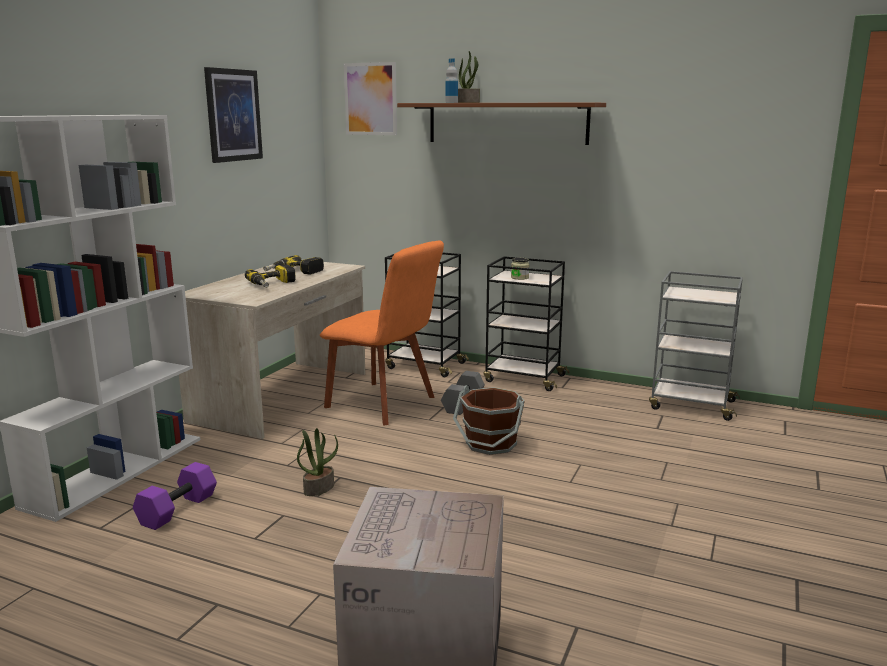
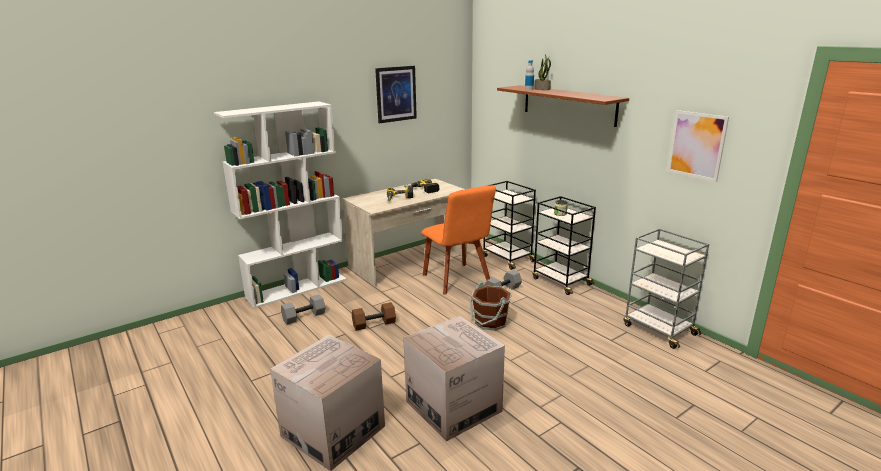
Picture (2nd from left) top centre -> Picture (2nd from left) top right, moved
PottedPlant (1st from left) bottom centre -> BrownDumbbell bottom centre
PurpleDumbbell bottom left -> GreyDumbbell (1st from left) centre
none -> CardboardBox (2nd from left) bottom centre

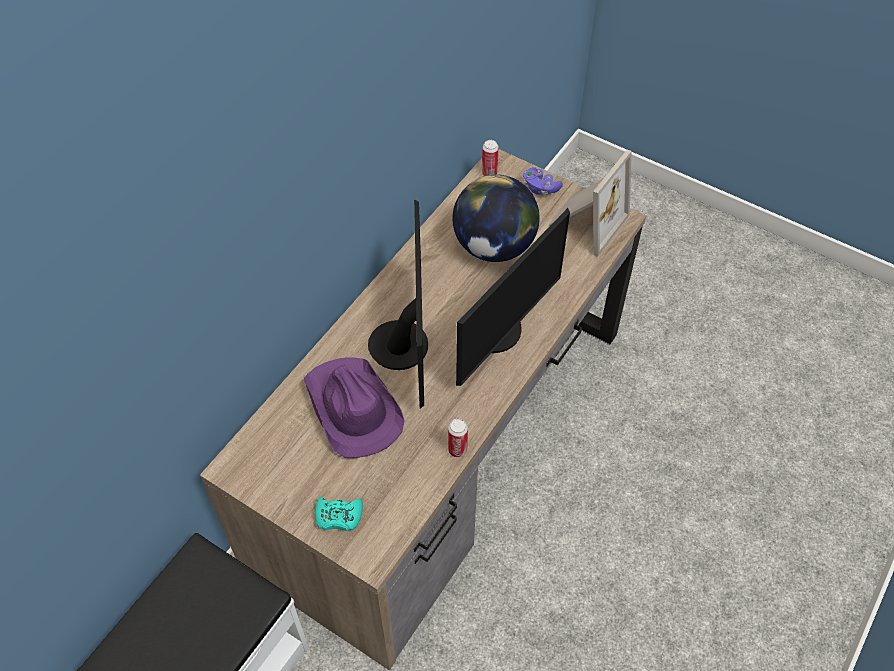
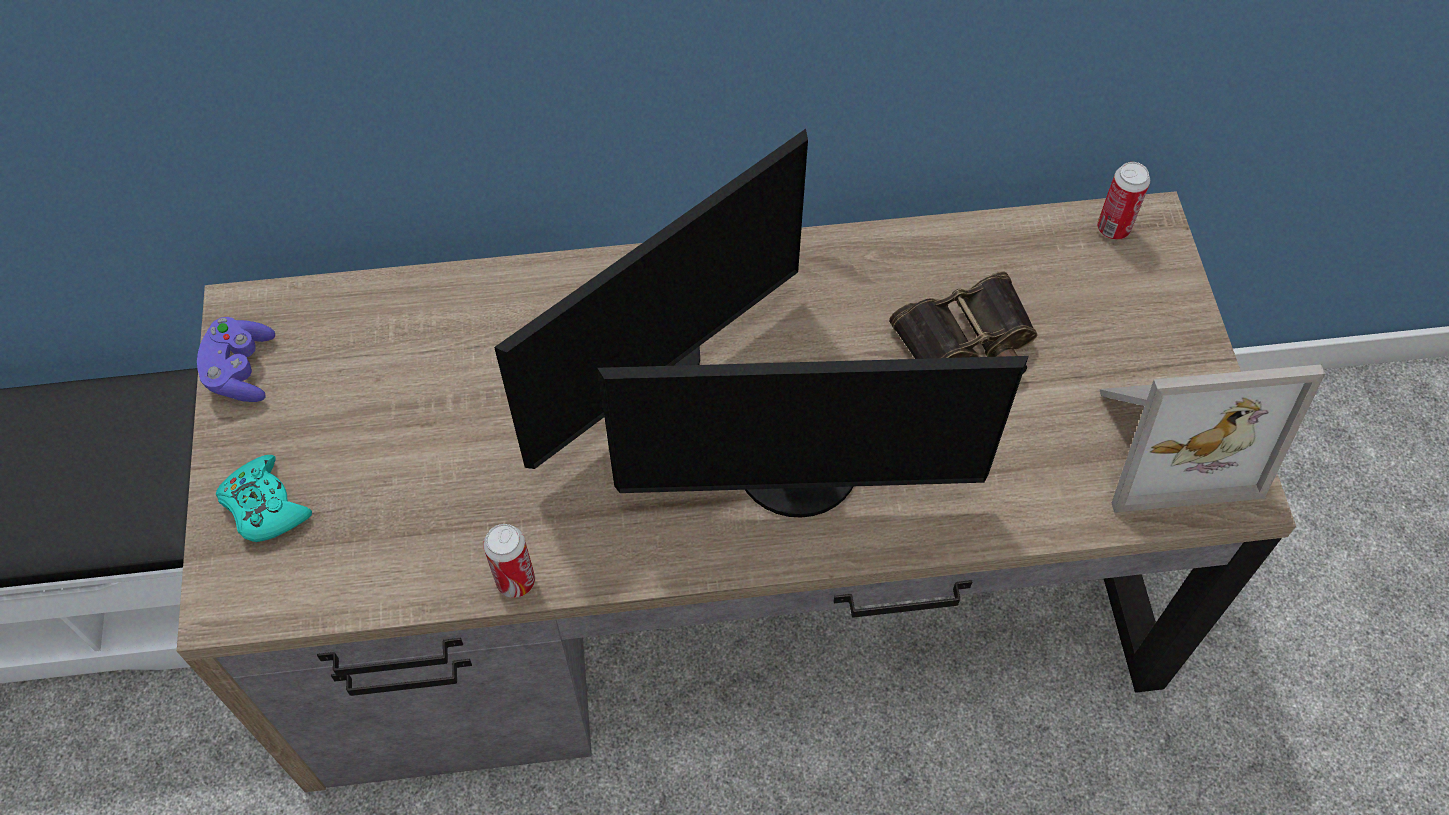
PurpleGameController top centre -> PurpleGameController middle left, moved
Globe top centre -> Binoculars centre
PurpleHat centre -> none

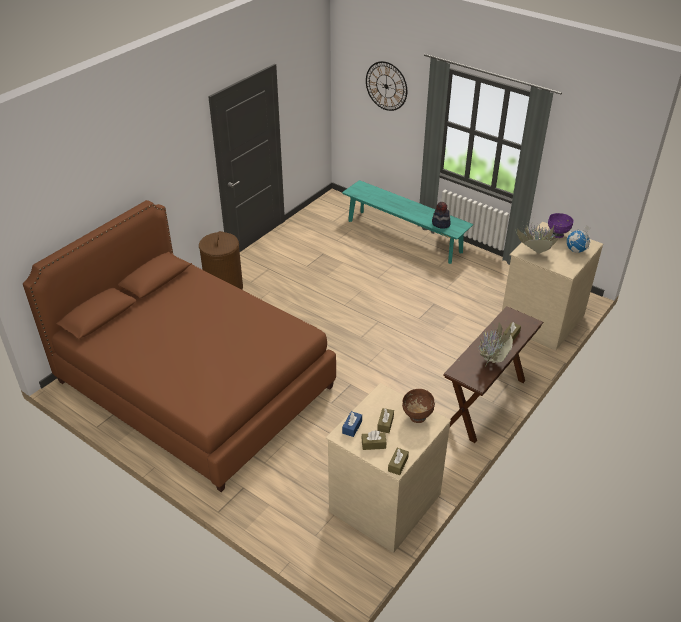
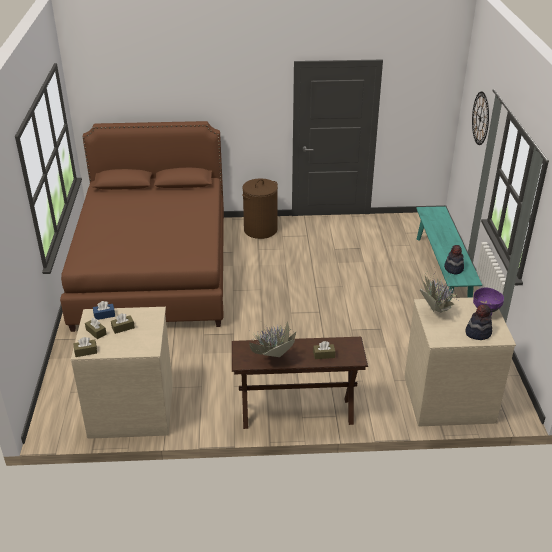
Globe middle right -> Hat (2nd from left) middle right
BrownBowl centre -> none

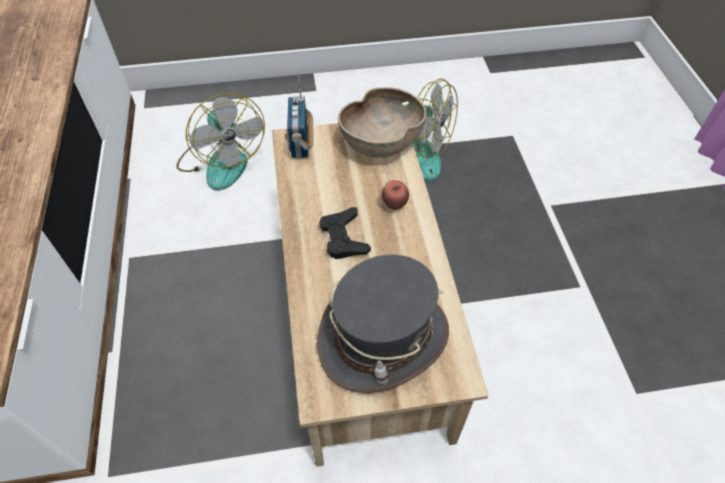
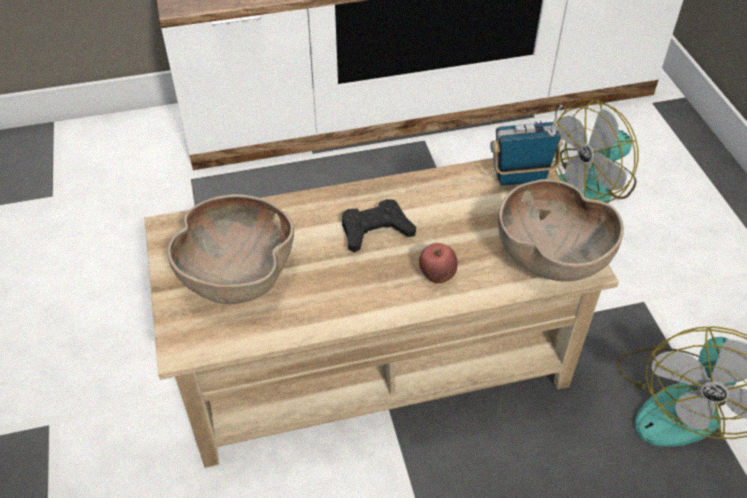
GreyHat bottom centre -> BrownBowl (1st from left) middle left

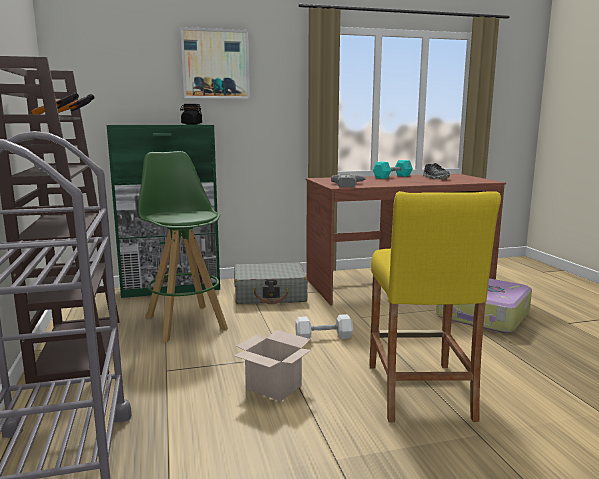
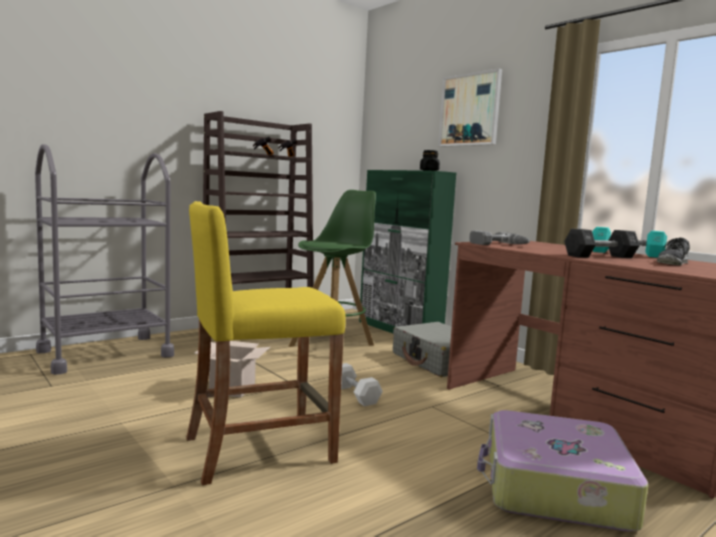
none -> BlackDumbbell middle right

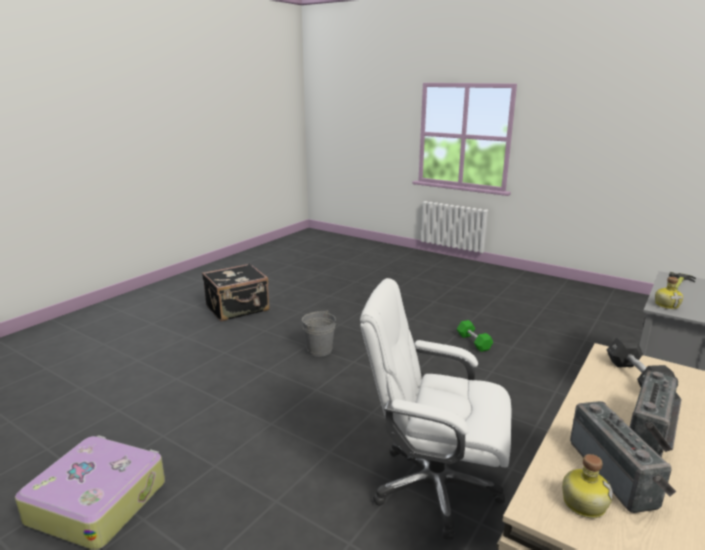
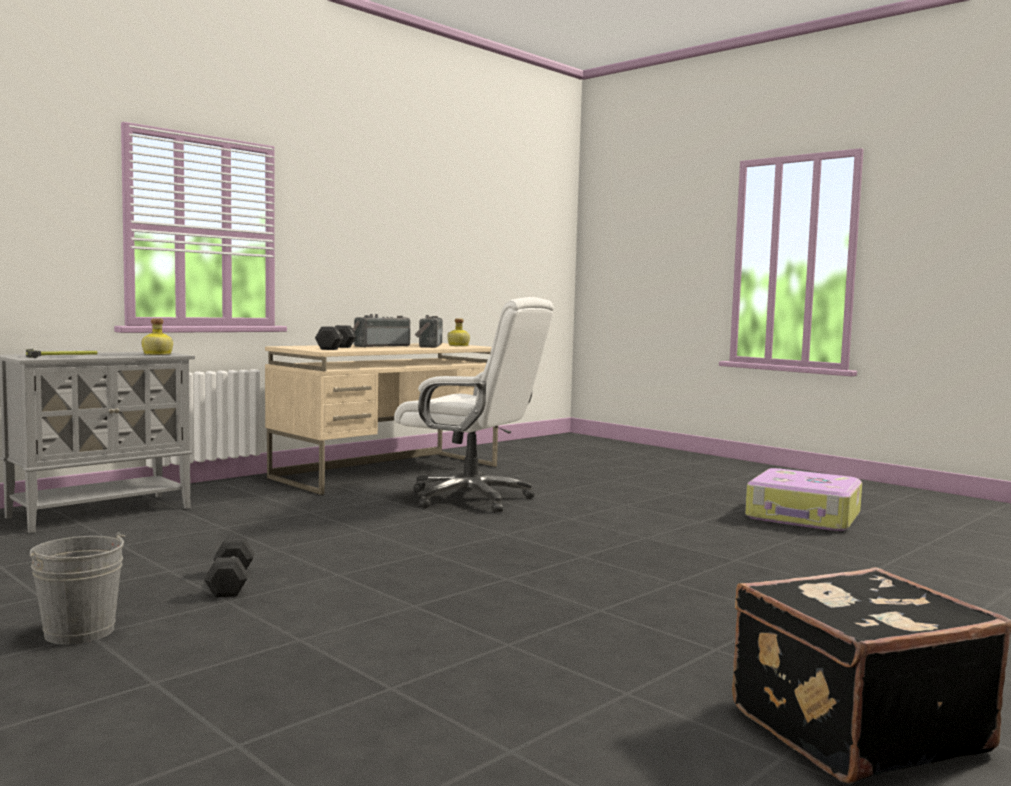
GreyBucket centre -> GreyBucket bottom left, moved
GreenDumbbell middle right -> BlackDumbbell (1st from left) bottom left

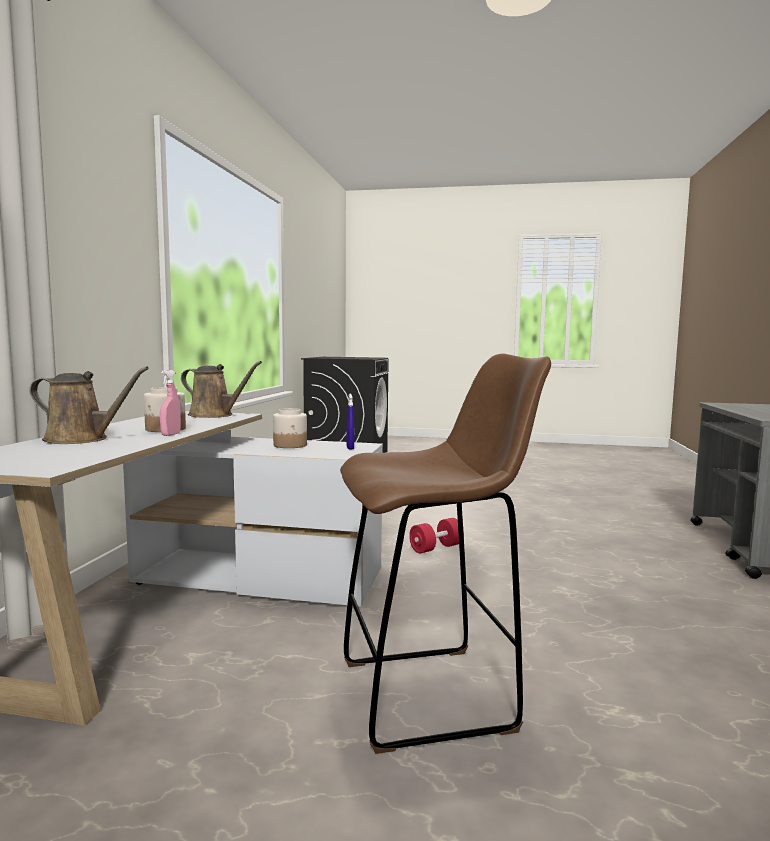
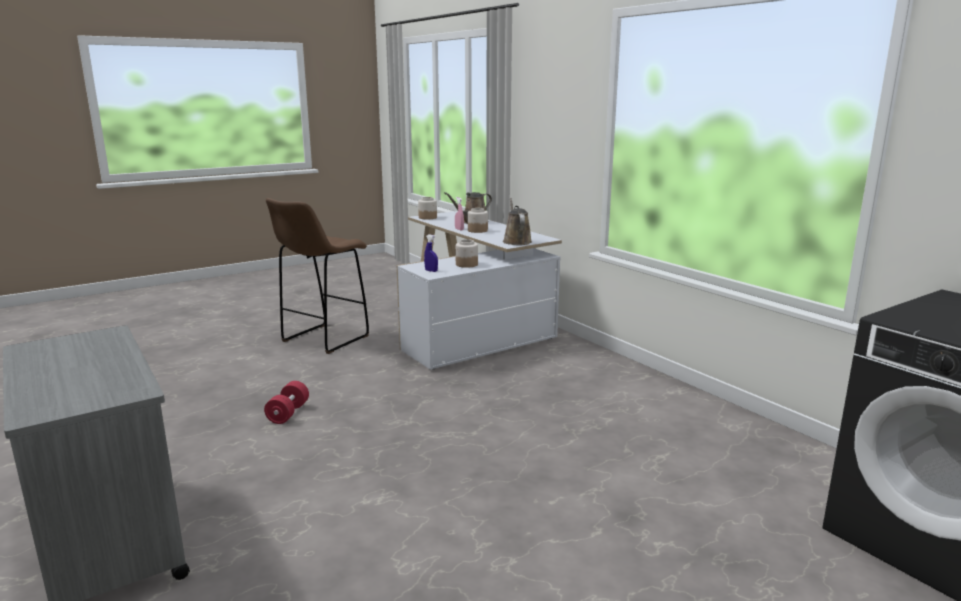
BrownWateringCan (2nd from left) middle left -> BrownWateringCan (2nd from left) centre, 105 degrees clockwise
RedDumbbell centre -> RedDumbbell bottom left, moved
none -> Jar (1st from left) centre

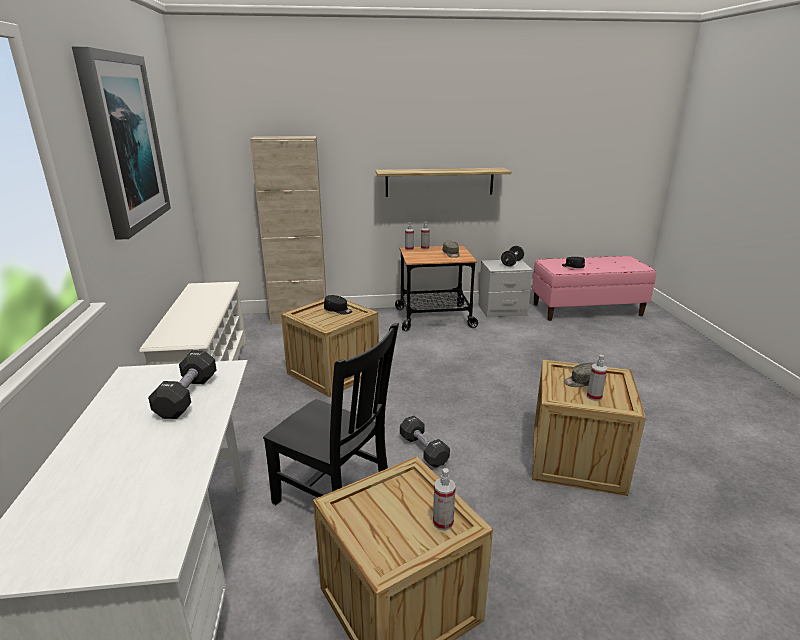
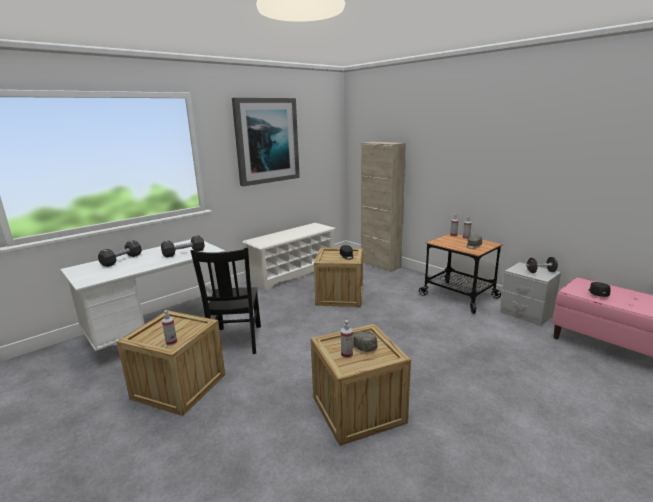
Shelf top centre -> none
BlackDumbbell (2nd from left in the first image) bottom centre -> BlackDumbbell (1st from left) middle left, moved

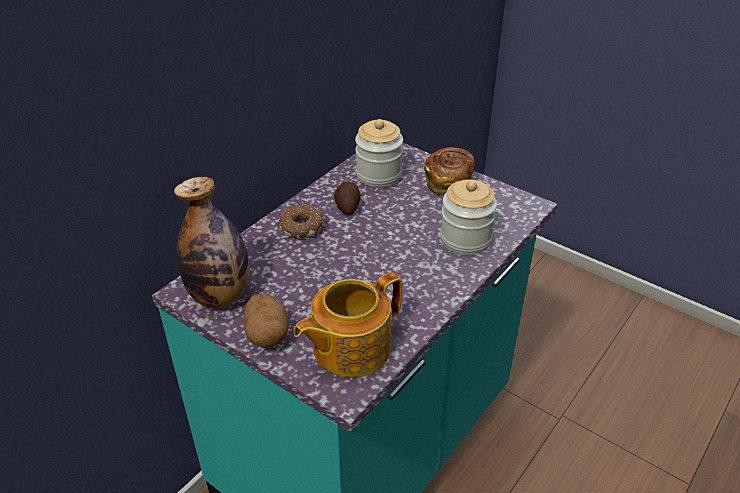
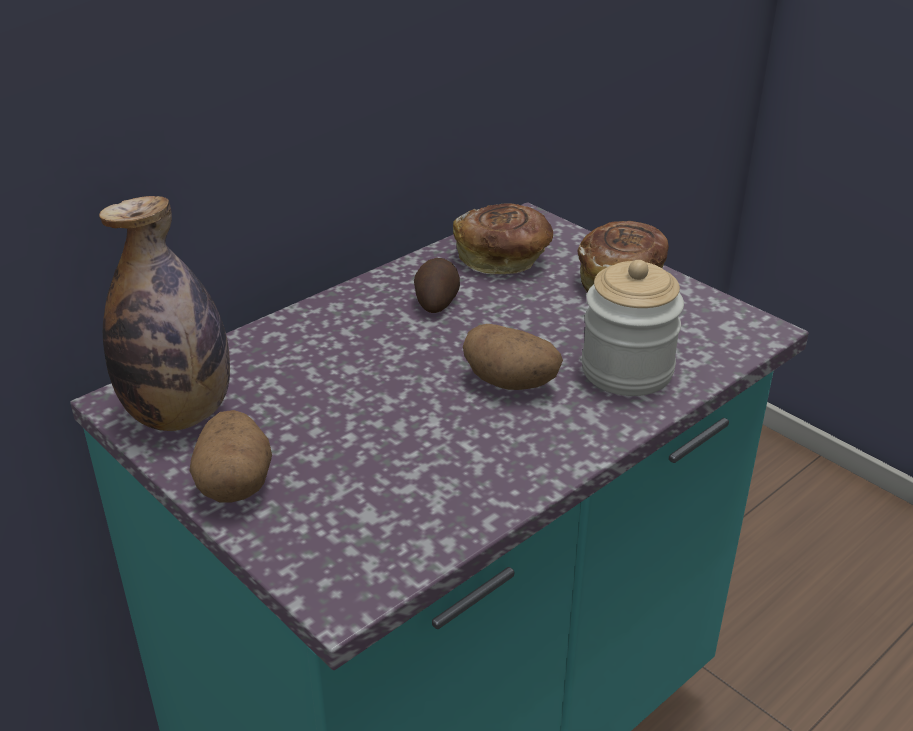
Jar (1st from left) top centre -> Bread (1st from left) top centre
Donut centre -> none
Teapot centre -> none
none -> Potato (3rd from left) centre

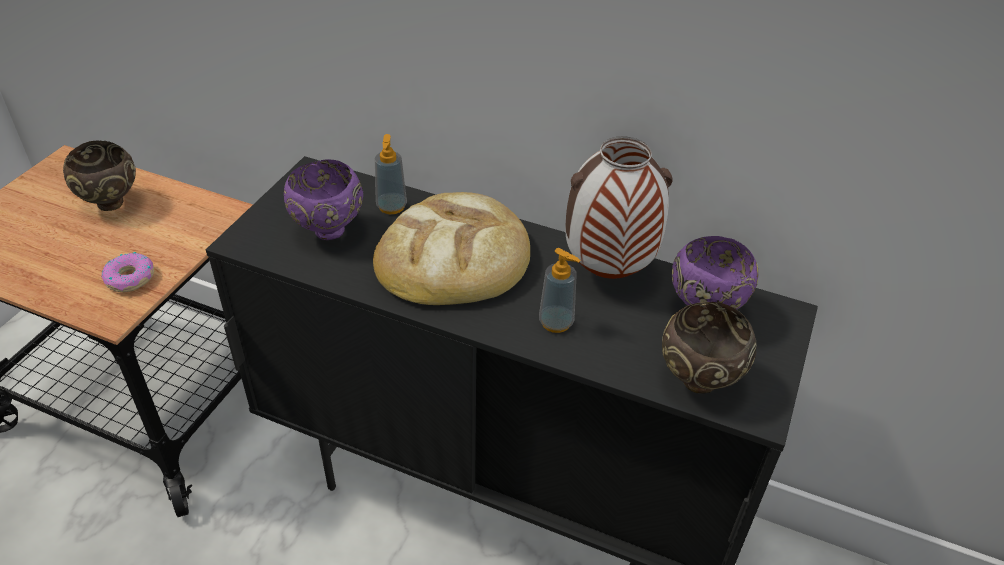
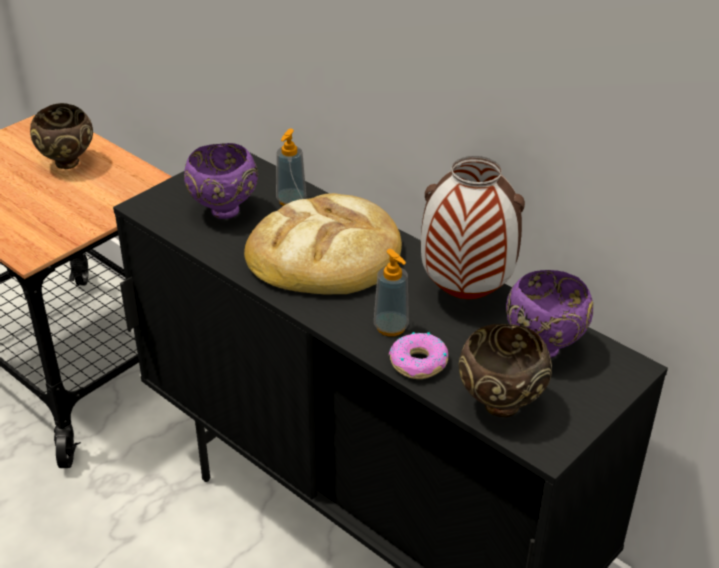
Donut middle left -> Donut centre, moved

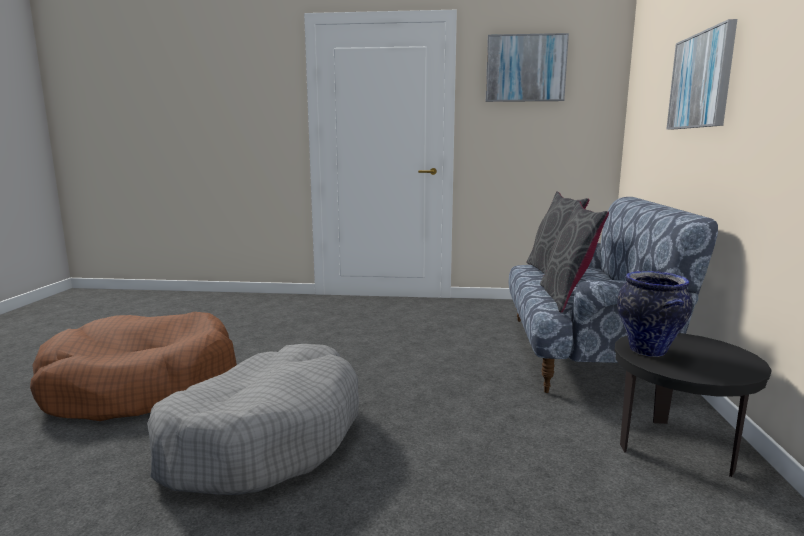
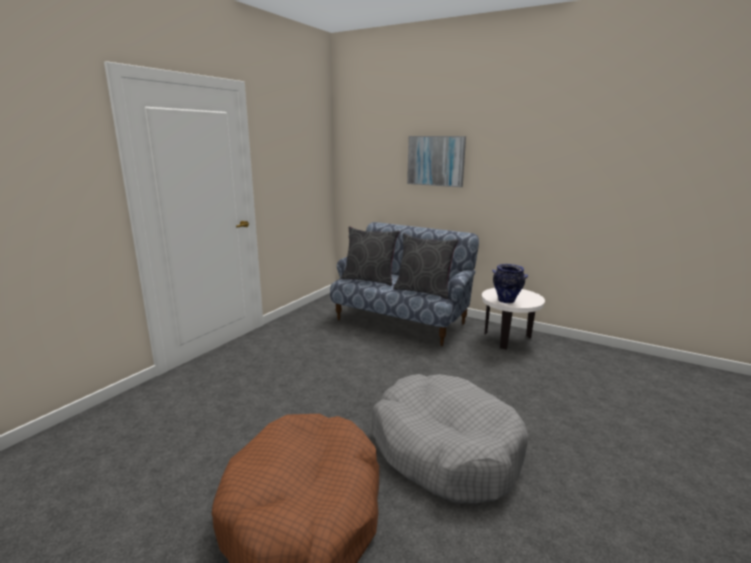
Picture (1st from left) top centre -> none
BlackSideTable bottom right -> WhiteSideTable middle right

